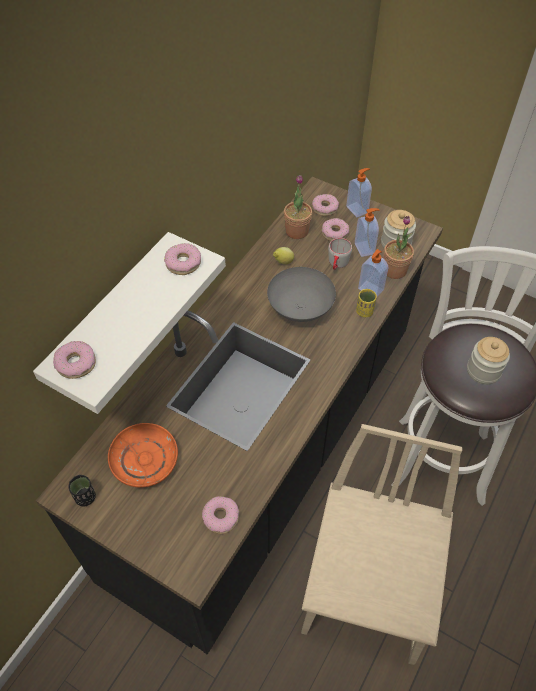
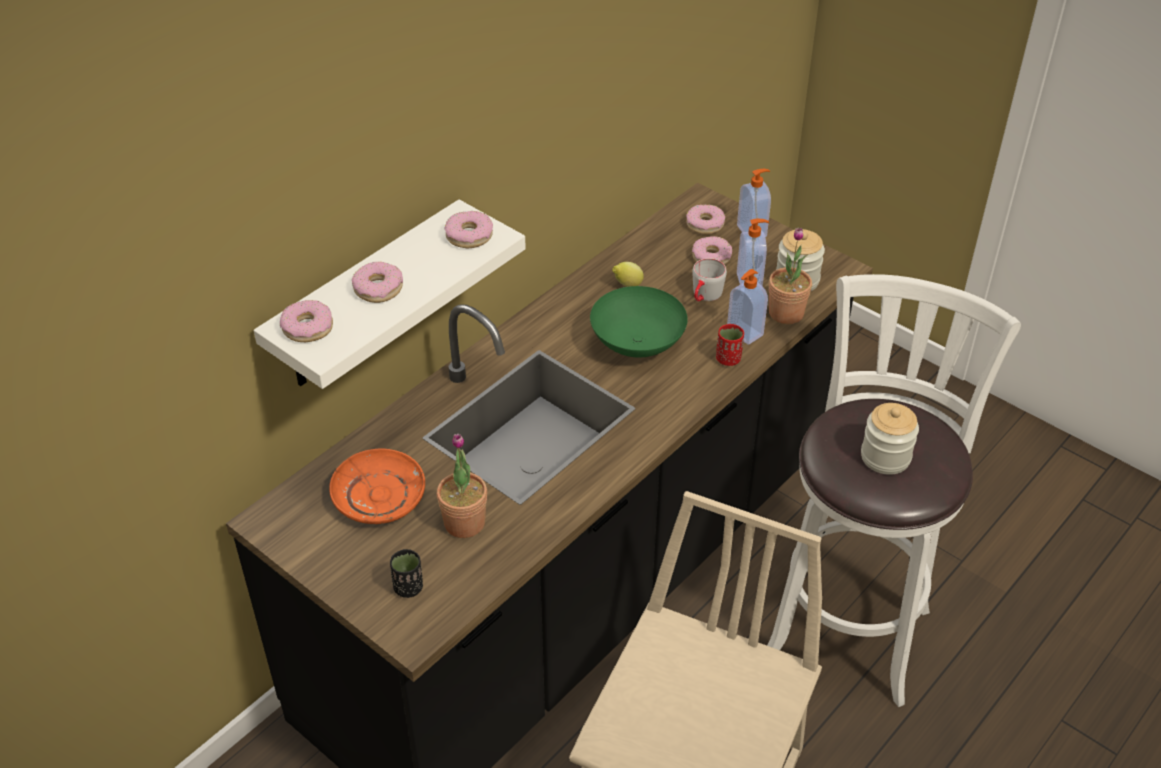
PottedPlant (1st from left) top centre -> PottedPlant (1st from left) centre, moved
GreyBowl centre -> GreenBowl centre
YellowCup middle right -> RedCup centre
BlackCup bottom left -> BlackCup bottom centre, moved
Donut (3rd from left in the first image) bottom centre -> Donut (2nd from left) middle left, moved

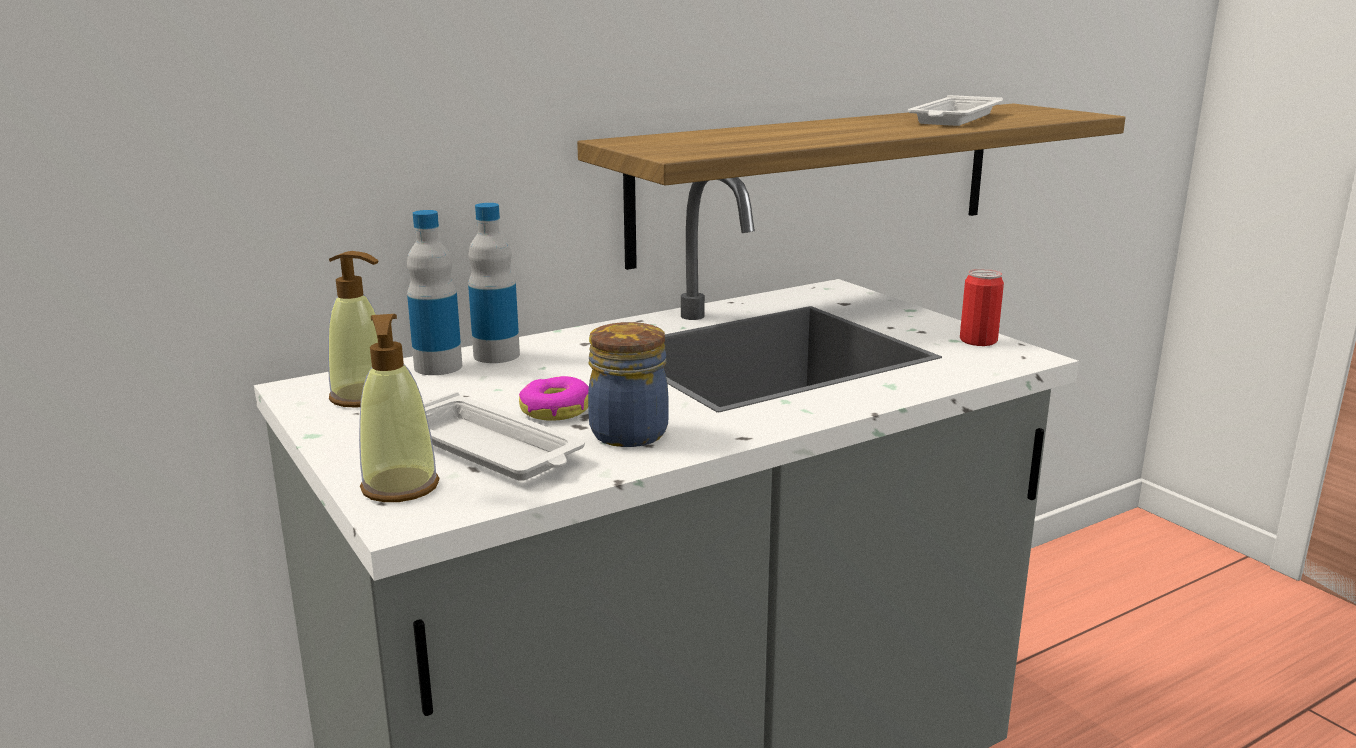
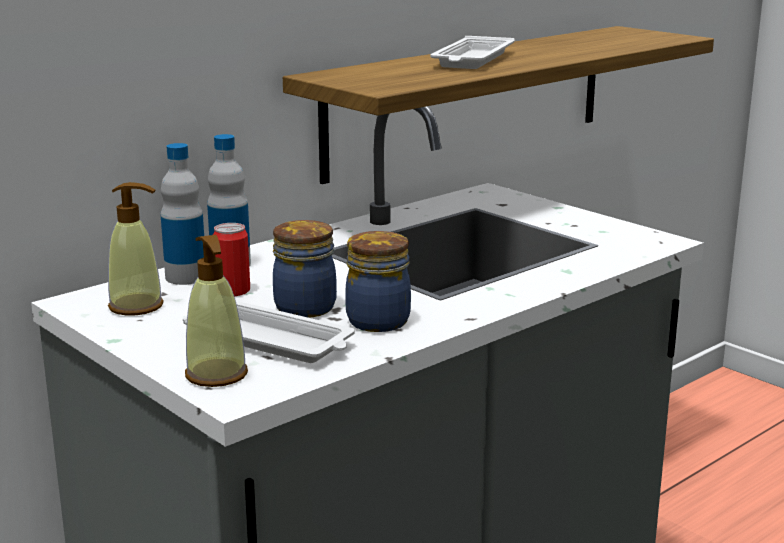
WhiteTray (2nd from left) top right -> WhiteTray (2nd from left) top centre, moved
Can middle right -> Can middle left, moved
Donut centre -> Jar (1st from left) centre

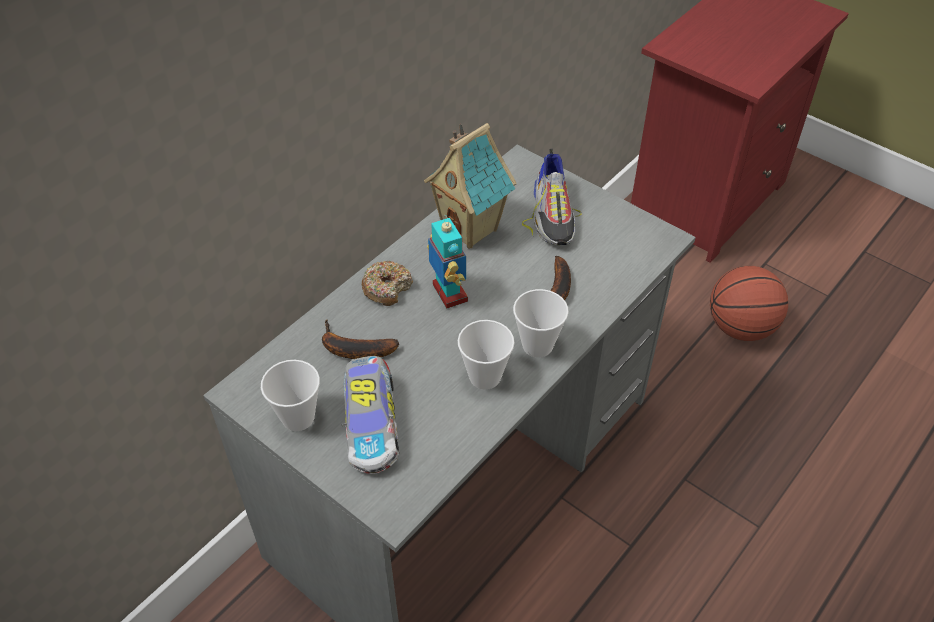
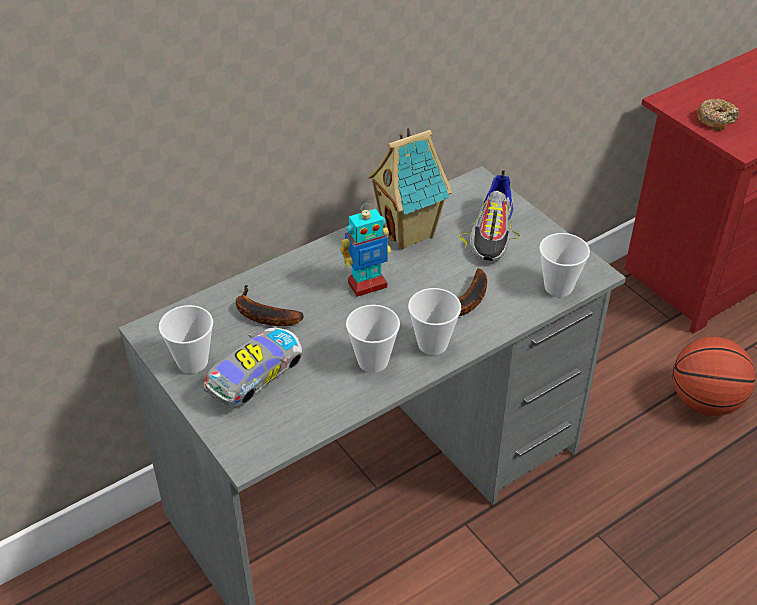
ToyRobot centre, 75 degrees clockwise
Donut centre -> Donut top right, moved
ToyCar bottom centre -> ToyCar centre, 150 degrees counterclockwise
none -> Cup (4th from left) middle right

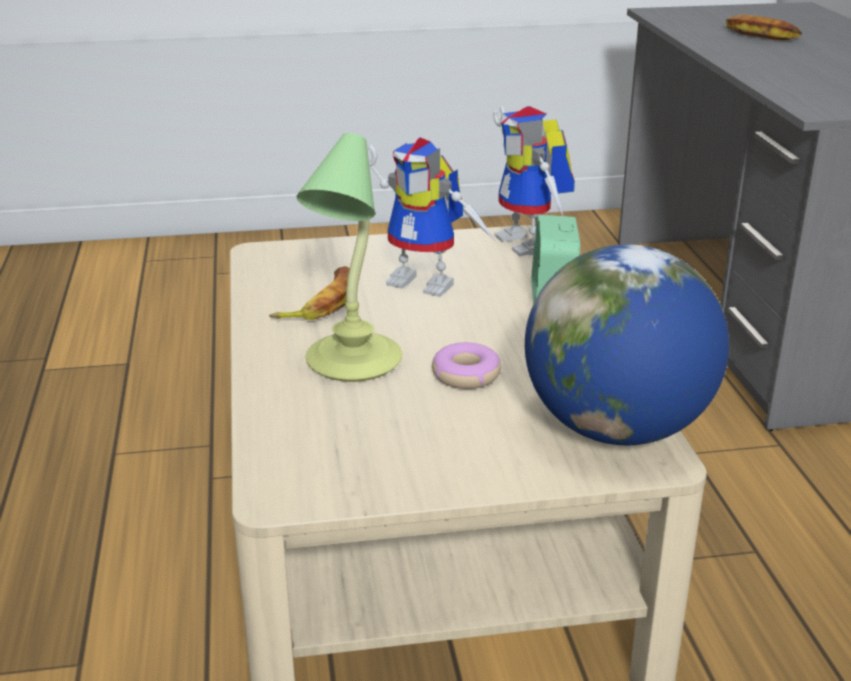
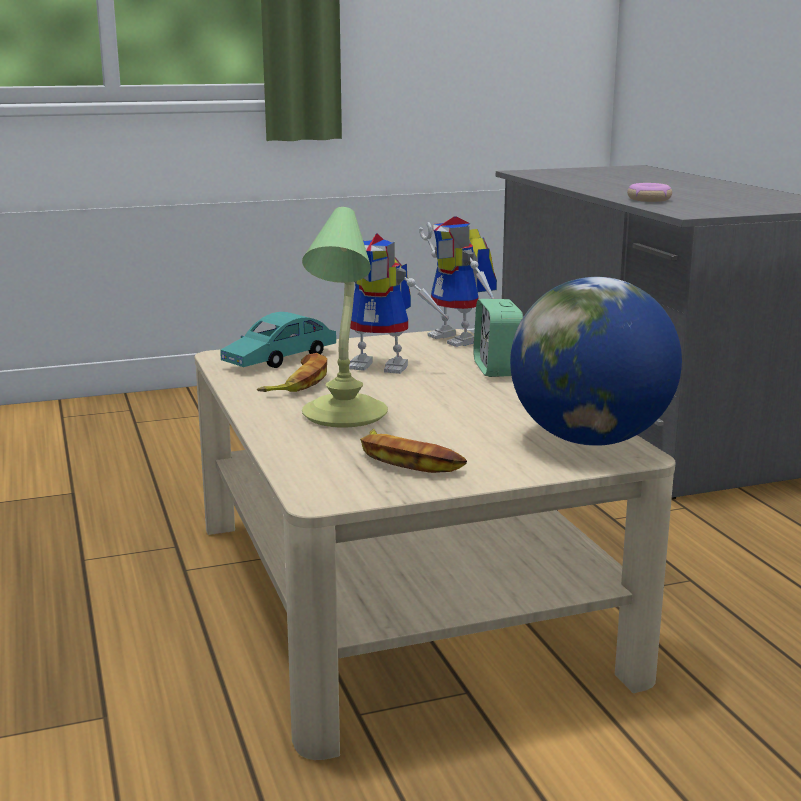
Banana (2nd from left) top right -> Banana (2nd from left) centre, moved
Donut centre -> Donut top right, moved
none -> TurquoiseToyCar centre

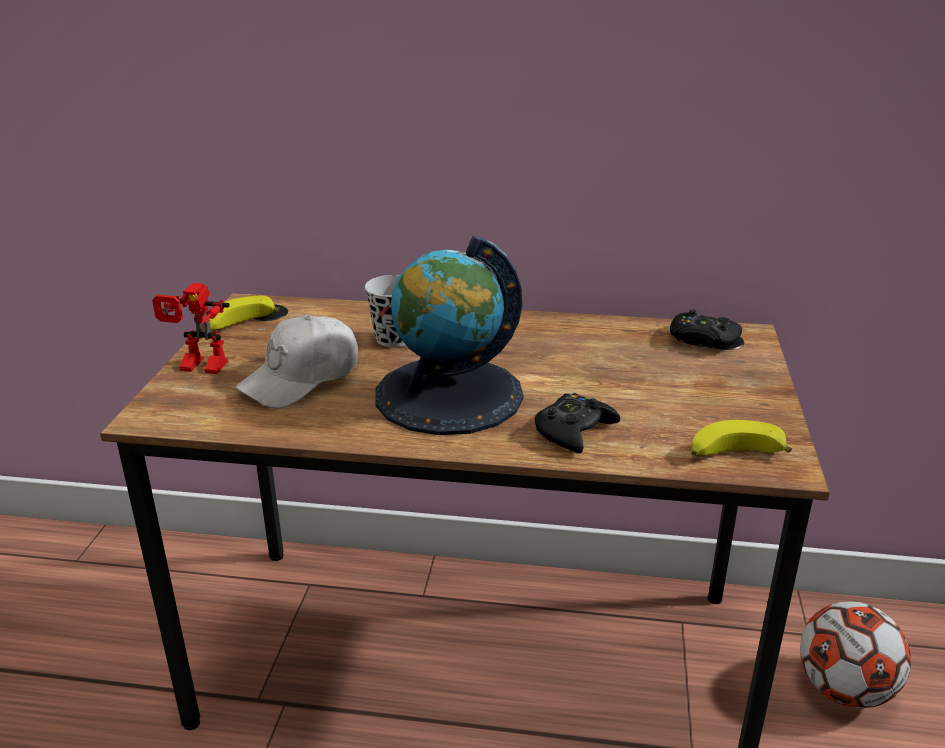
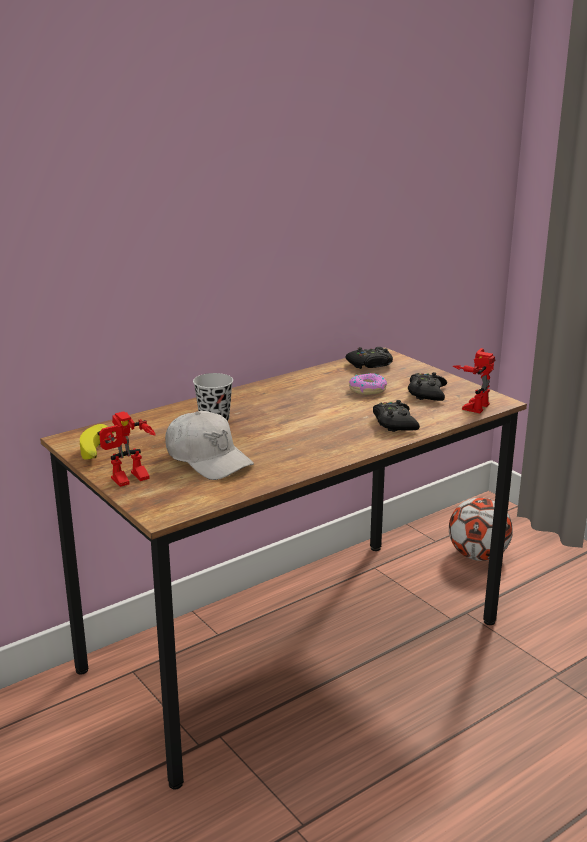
Globe centre -> none
WhiteCap middle left -> WhiteCap centre, 45 degrees counterclockwise
Banana (2nd from left) middle right -> ToyRobot (2nd from left) middle right
none -> BlackGameController (3rd from left) middle right
none -> Donut centre

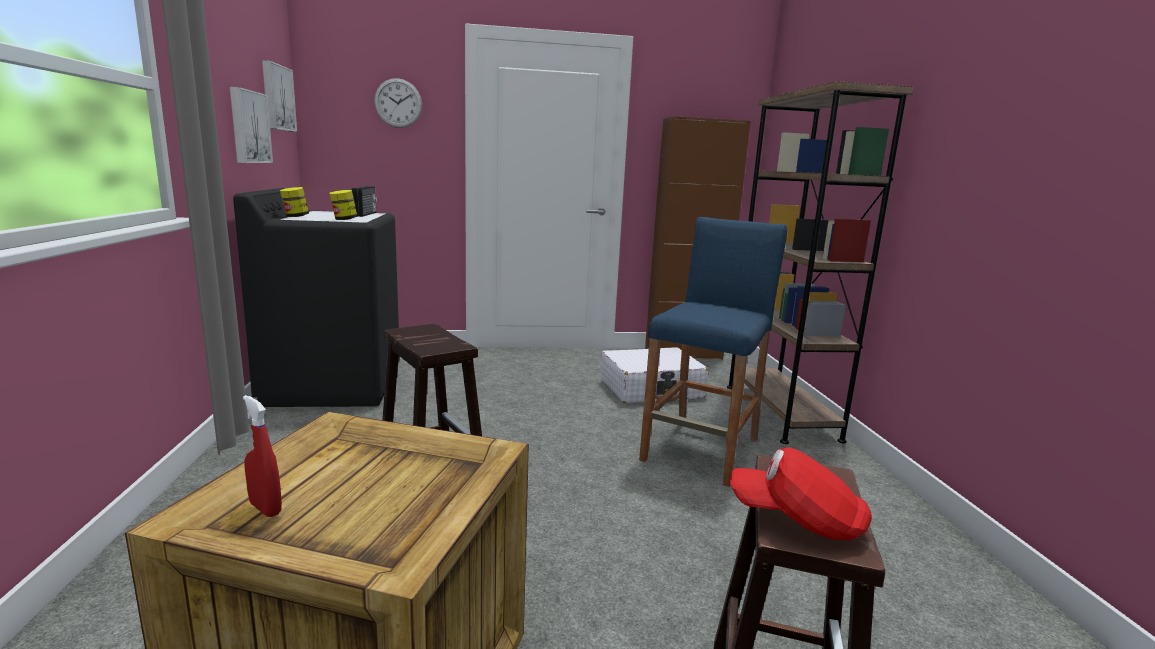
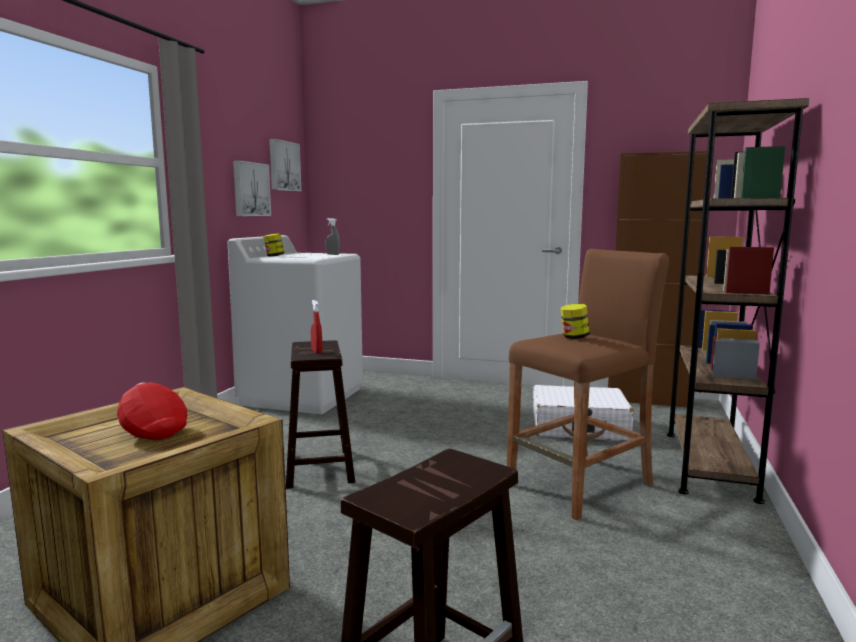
WallClock top centre -> none
Radio top left -> GreySprayBottle centre
BlackWashingMachine middle left -> WhiteWashingMachine centre
Jar (2nd from left) top left -> Jar (2nd from left) middle right, moved
BlueStool centre -> BrownStool (3rd from left) middle right
RedSprayBottle bottom left -> RedSprayBottle centre, moved
RedCap bottom right -> RedCap middle left, moved

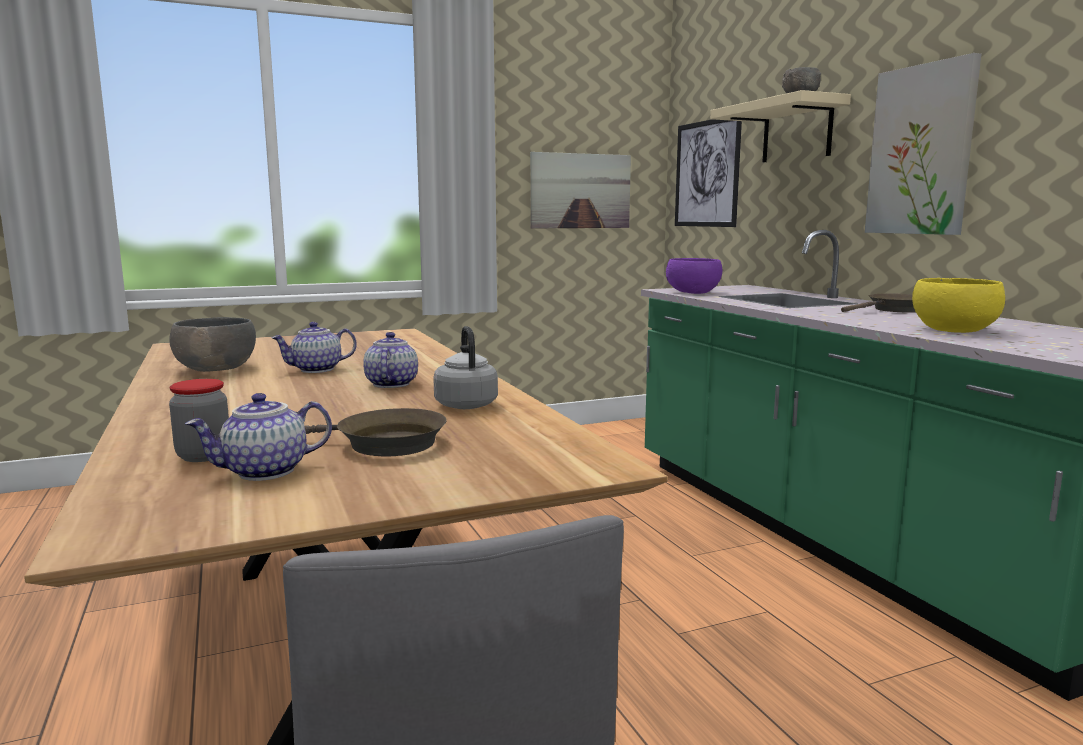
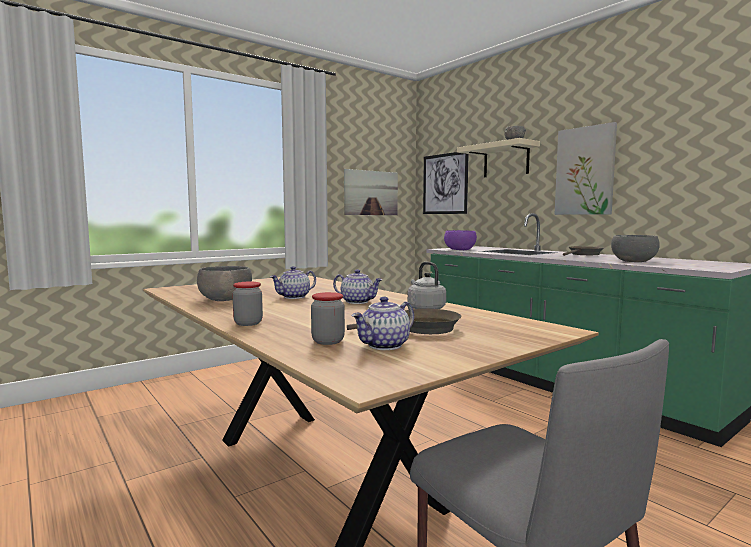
YellowBowl middle right -> GreyBowl (3rd from left) middle right
Teapot (3rd from left in the first image) centre -> Teapot (2nd from left) centre, 135 degrees clockwise
none -> Jar (1st from left) middle left

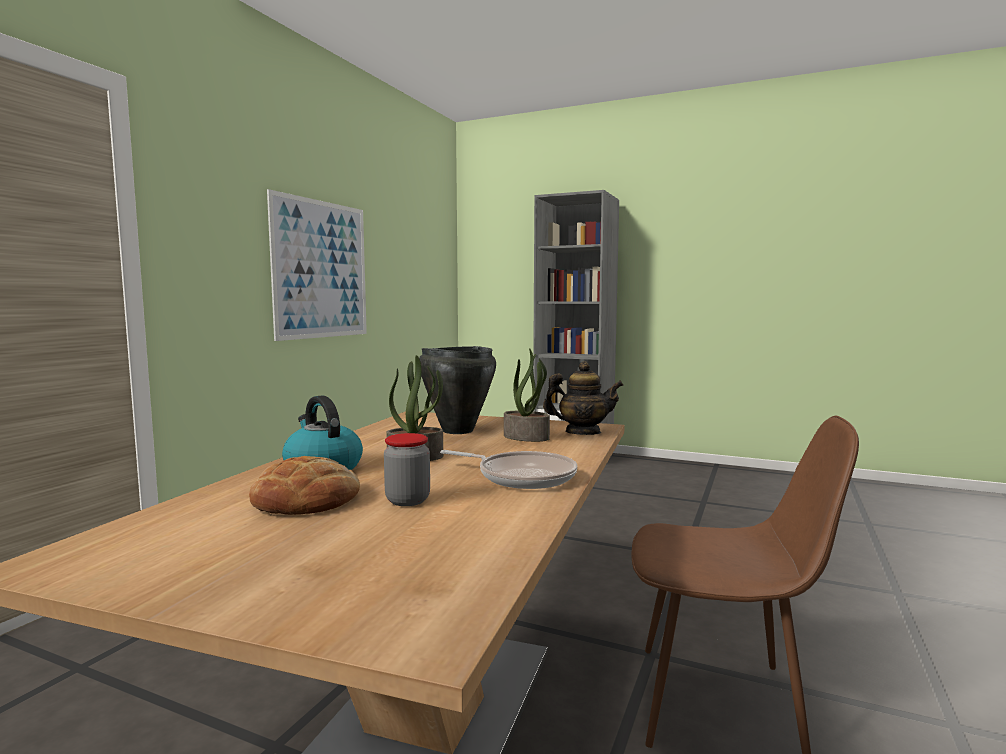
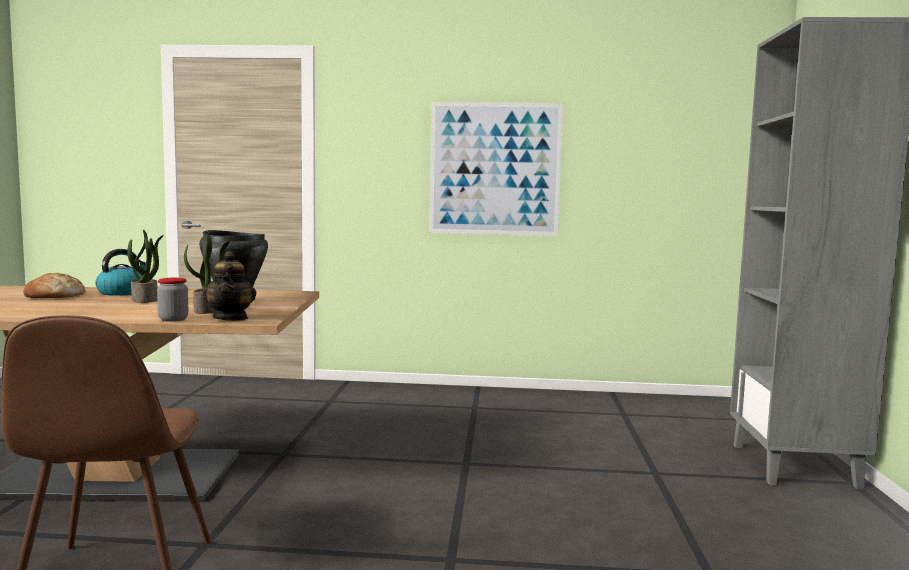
Jar centre -> Jar middle left, moved
FryingPan centre -> none

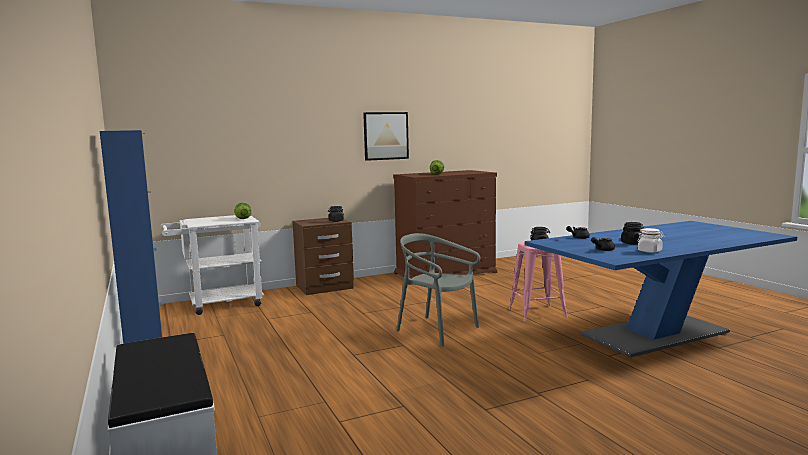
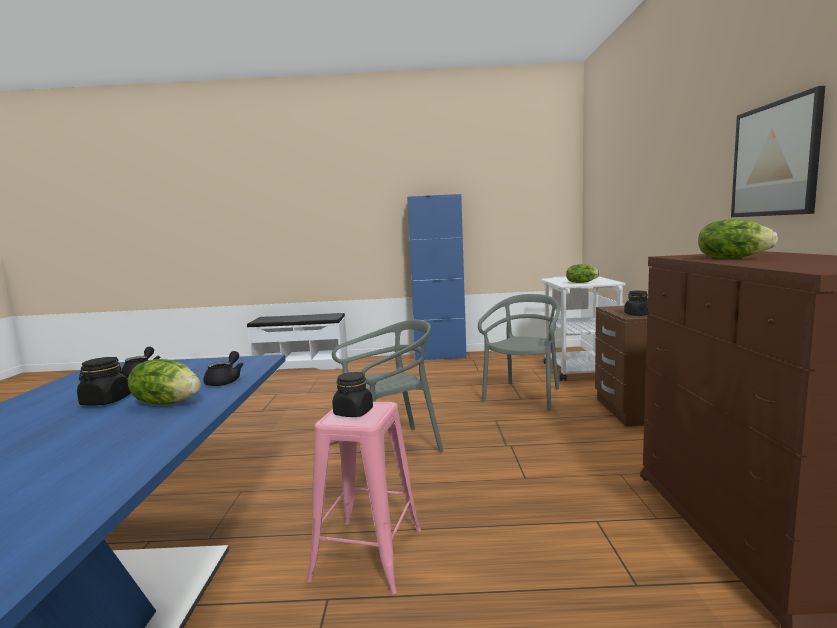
WhiteJar middle right -> none
none -> GreyChair (2nd from left) centre
none -> Lettuce (1st from left) middle left

